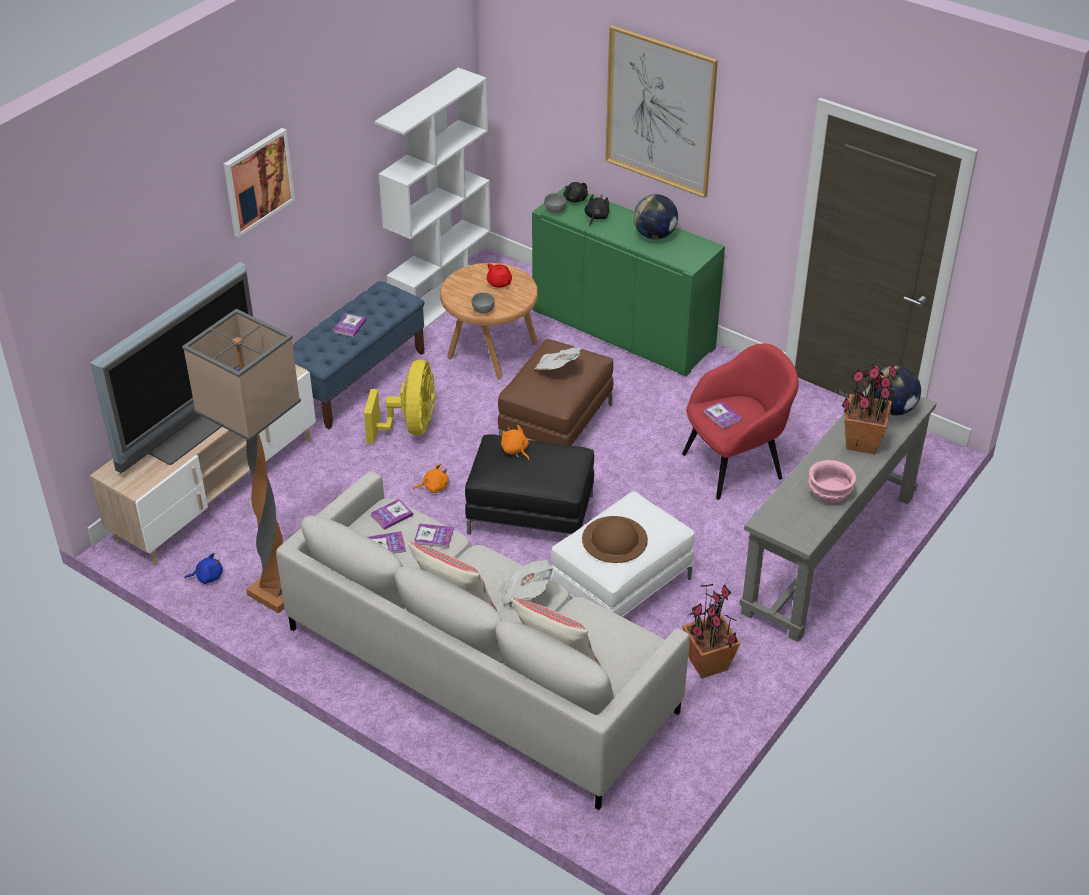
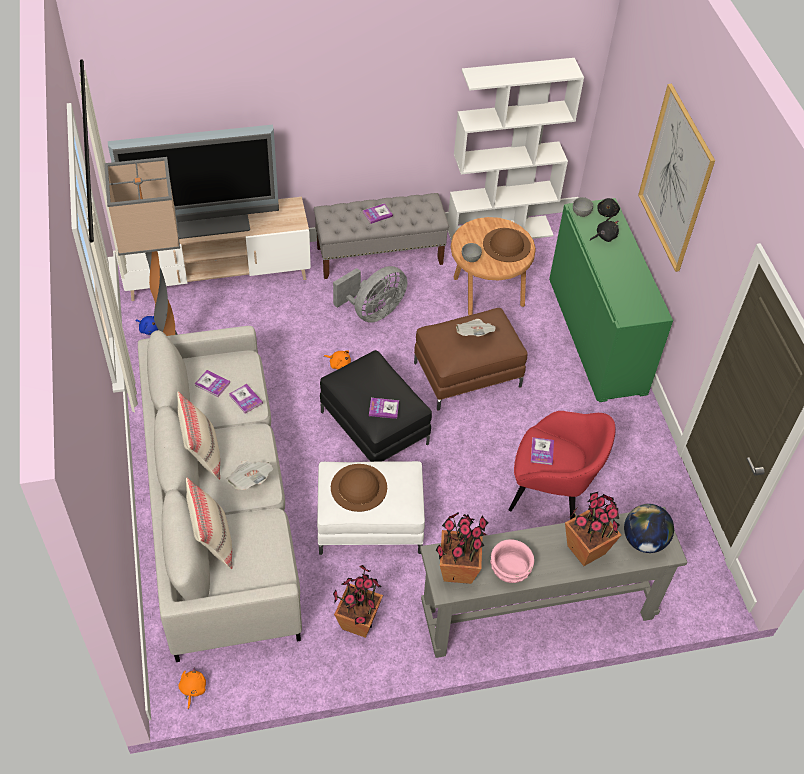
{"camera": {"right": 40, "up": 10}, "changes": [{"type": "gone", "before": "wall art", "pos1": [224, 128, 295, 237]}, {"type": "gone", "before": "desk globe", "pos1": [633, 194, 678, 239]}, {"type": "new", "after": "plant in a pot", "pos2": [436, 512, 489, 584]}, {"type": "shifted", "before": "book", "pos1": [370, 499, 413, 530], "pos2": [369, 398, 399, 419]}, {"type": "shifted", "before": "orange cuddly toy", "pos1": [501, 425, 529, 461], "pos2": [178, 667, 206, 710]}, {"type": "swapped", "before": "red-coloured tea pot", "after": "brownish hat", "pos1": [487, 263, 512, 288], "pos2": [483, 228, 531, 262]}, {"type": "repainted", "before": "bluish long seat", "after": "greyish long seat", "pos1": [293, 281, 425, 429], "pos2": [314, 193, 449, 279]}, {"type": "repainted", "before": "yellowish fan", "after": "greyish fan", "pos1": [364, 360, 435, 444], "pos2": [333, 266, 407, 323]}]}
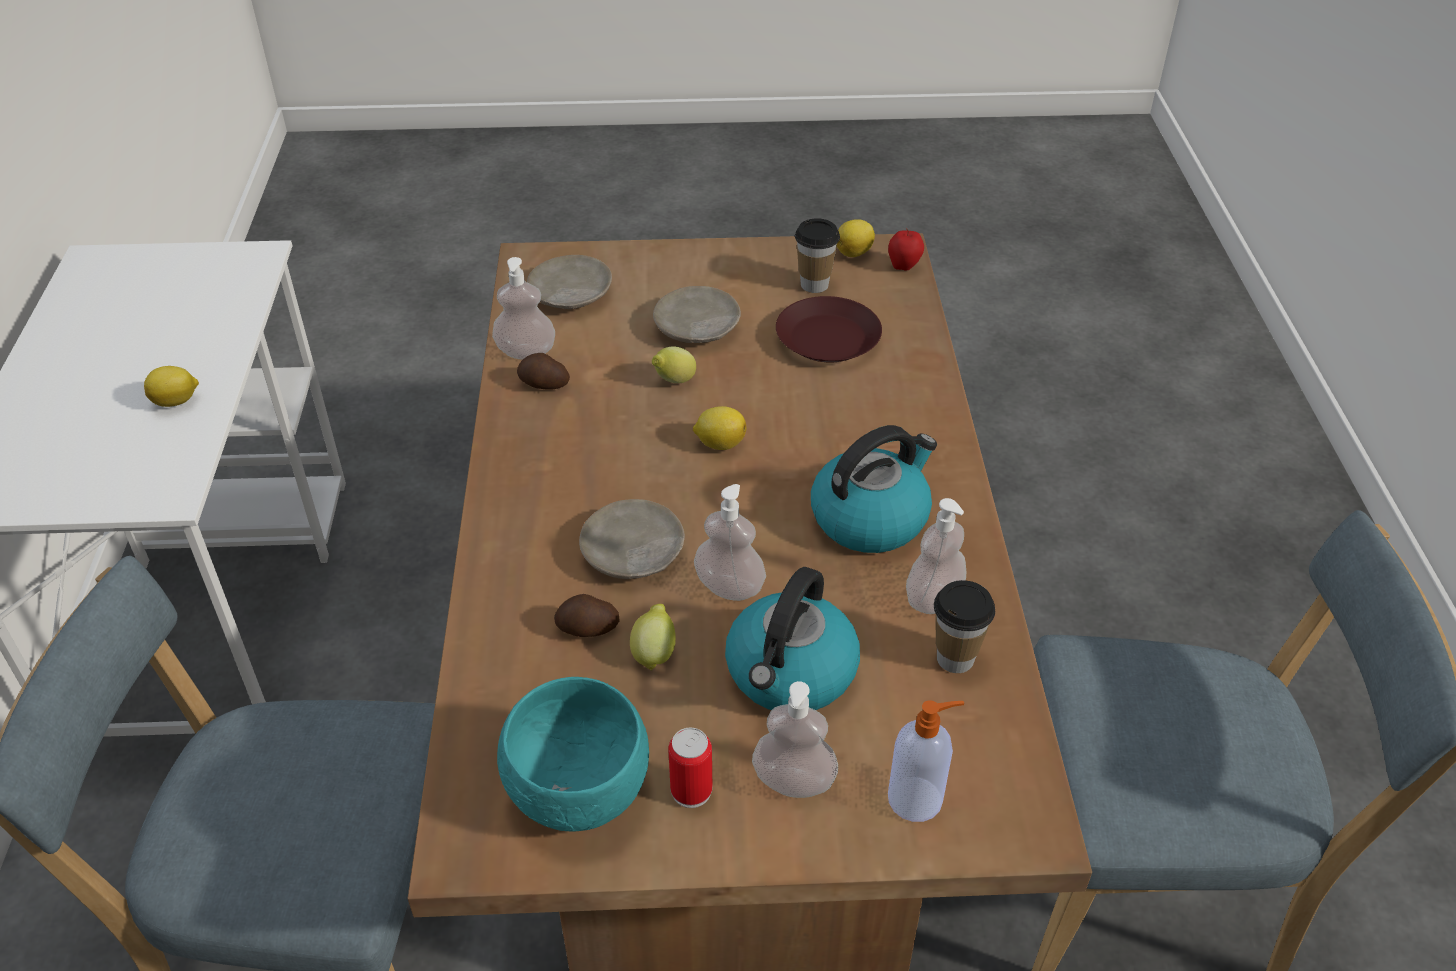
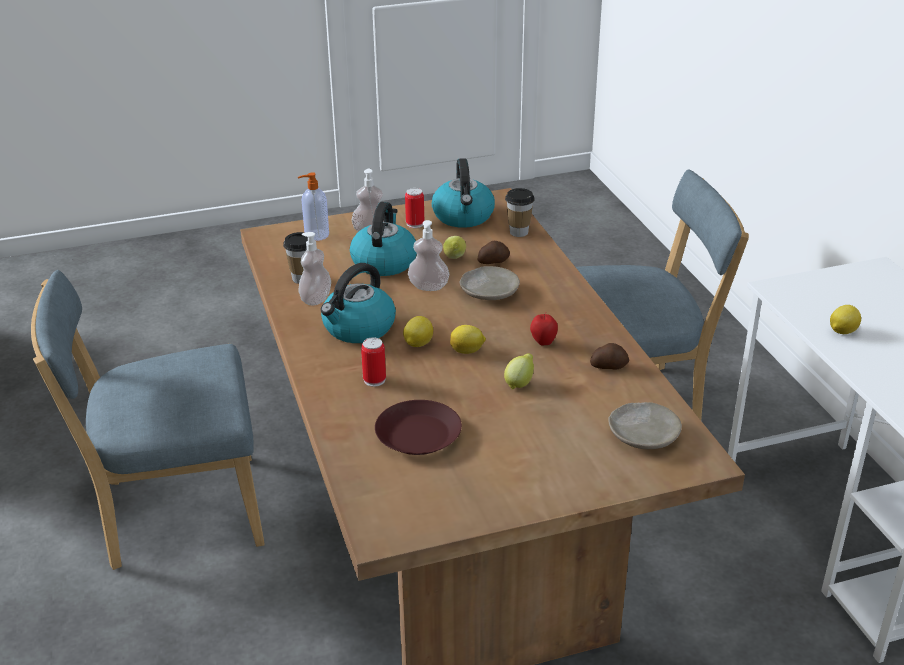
{"camera": {"right": 165, "up": -10}, "changes": [{"type": "gone", "before": "soap dispenser", "pos1": [492, 257, 555, 360]}, {"type": "gone", "before": "sand-coloured flat dish", "pos1": [653, 286, 741, 343]}, {"type": "new", "after": "sealed can", "pos2": [361, 337, 386, 387]}, {"type": "shifted", "before": "small cup", "pos1": [795, 218, 840, 293], "pos2": [505, 188, 535, 237]}, {"type": "shifted", "before": "lemon", "pos1": [837, 219, 875, 257], "pos2": [403, 316, 433, 347]}, {"type": "shifted", "before": "apple", "pos1": [888, 228, 924, 271], "pos2": [530, 312, 558, 345]}, {"type": "swapped", "before": "turquoise-coloured deep dish", "after": "water kettle", "pos1": [497, 677, 649, 831], "pos2": [432, 158, 495, 228]}]}
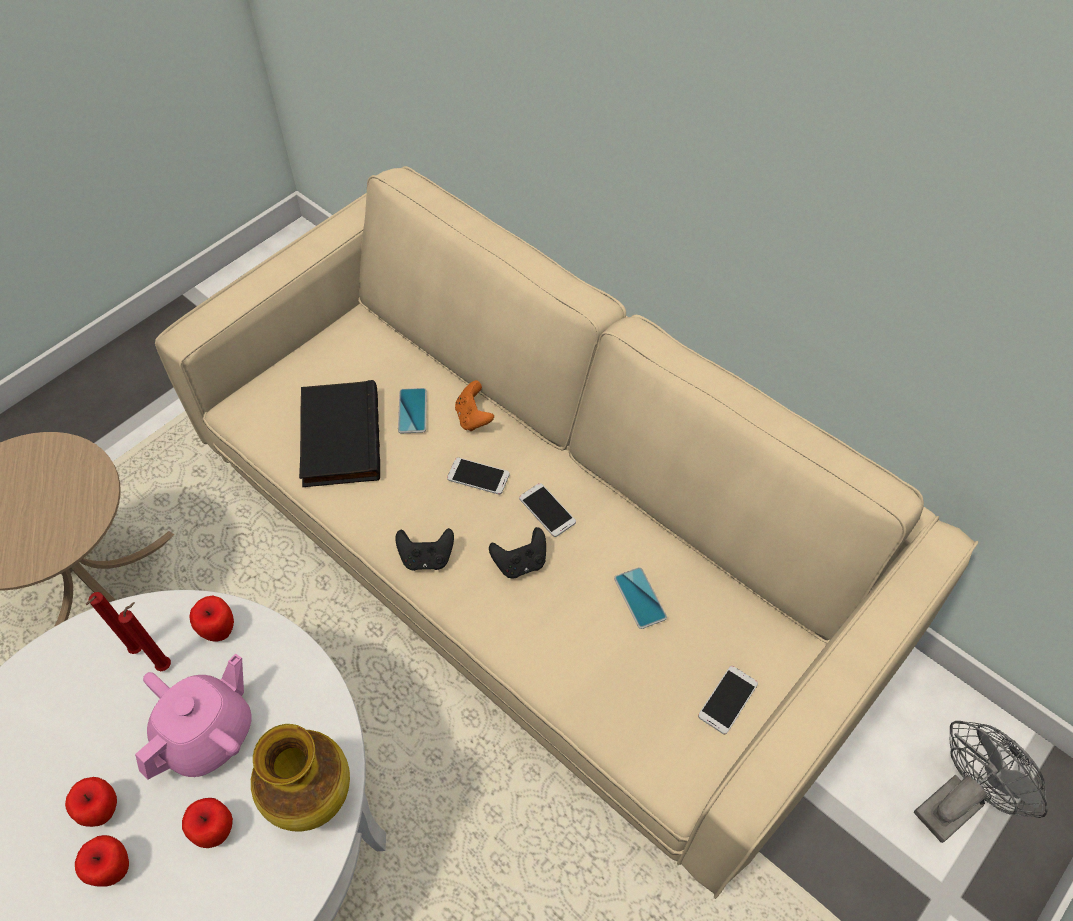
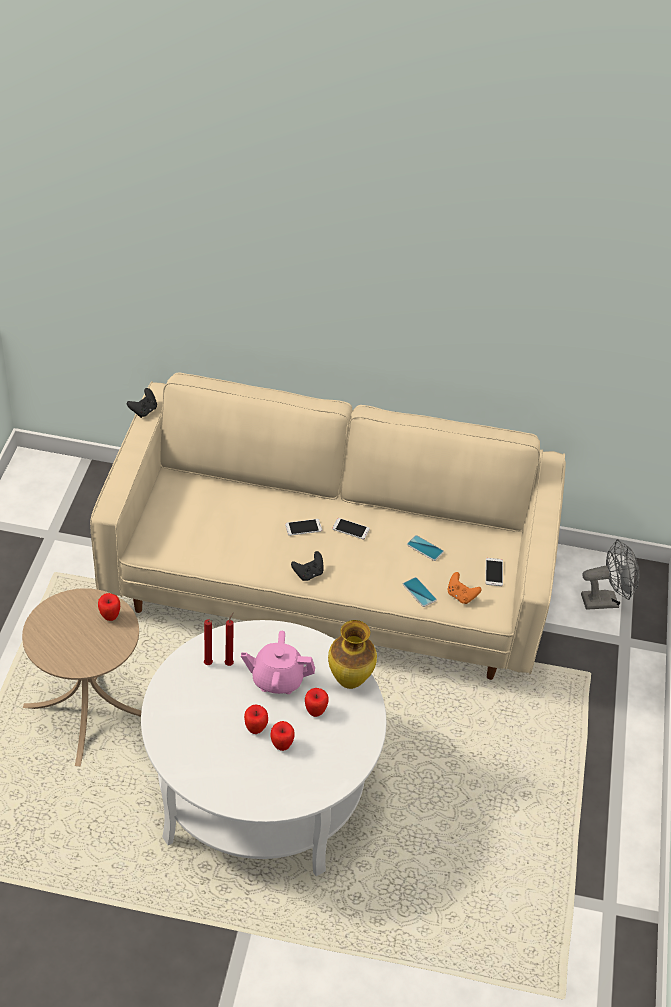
{"camera": {"right": -35, "up": -10}, "changes": [{"type": "gone", "before": "black-coloured book", "pos1": [299, 380, 380, 487]}, {"type": "shifted", "before": "apple", "pos1": [189, 595, 234, 642], "pos2": [98, 593, 120, 621]}, {"type": "shifted", "before": "handset", "pos1": [398, 388, 427, 433], "pos2": [403, 577, 437, 607]}, {"type": "shifted", "before": "orange joypad", "pos1": [455, 380, 494, 431], "pos2": [448, 572, 481, 604]}, {"type": "shifted", "before": "black-coloured joypad", "pos1": [489, 527, 546, 578], "pos2": [127, 388, 157, 418]}, {"type": "rotated", "before": "pink-coloured tea pot", "pos1": [135, 654, 251, 779], "pos2": [241, 631, 315, 694], "turn": -90}, {"type": "rotated", "before": "greyish fan", "pos1": [914, 721, 1048, 843], "pos2": [581, 539, 639, 610], "turn": 60}]}
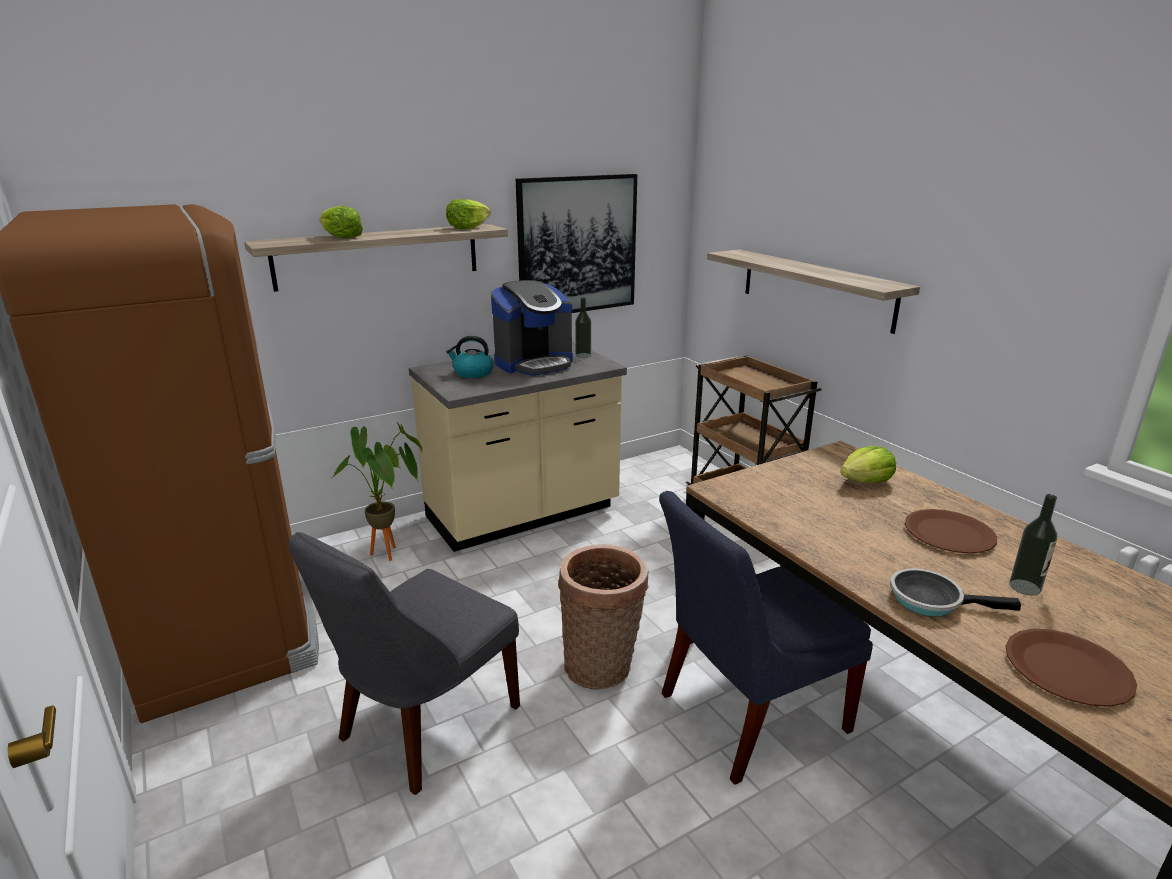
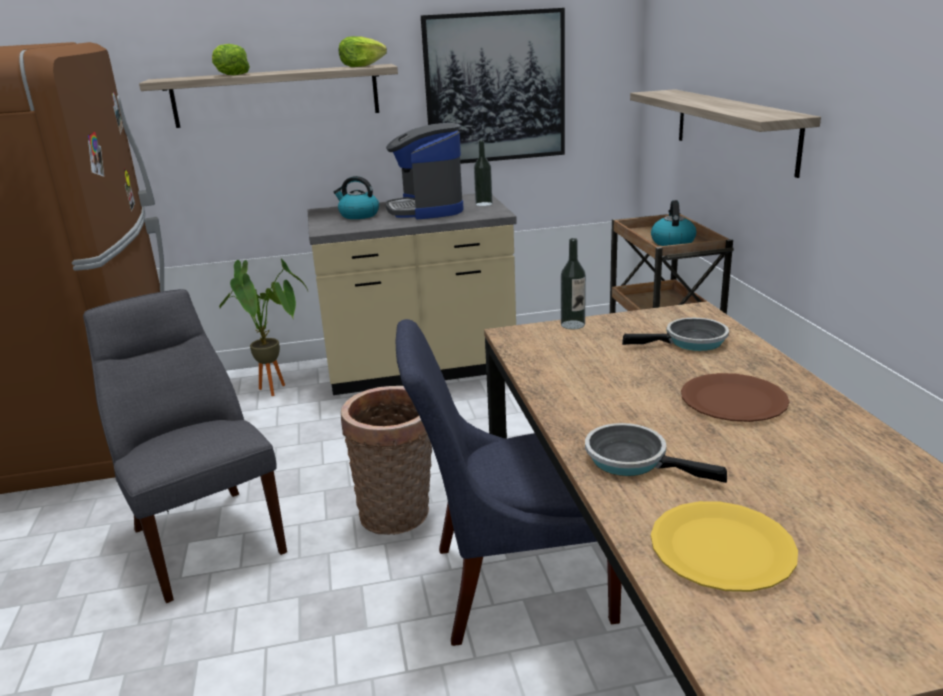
{"camera": {"right": 20, "up": 0}, "changes": [{"type": "new", "after": "water kettle", "pos2": [651, 200, 696, 246]}, {"type": "shifted", "before": "drink bottle", "pos1": [1009, 494, 1057, 596], "pos2": [561, 238, 586, 329]}, {"type": "swapped", "before": "lettuce", "after": "frying pan", "pos1": [840, 446, 896, 483], "pos2": [622, 318, 729, 351]}, {"type": "repainted", "before": "brownish flat dish", "after": "yellowish flat dish", "pos1": [1005, 629, 1137, 707], "pos2": [651, 501, 798, 592]}, {"type": "rotated", "before": "greyish plain chair", "pos1": [289, 532, 520, 795], "pos2": [83, 289, 287, 603], "turn": 90}, {"type": "rotated", "before": "coffee brewer", "pos1": [491, 280, 573, 376], "pos2": [386, 123, 464, 219], "turn": 90}]}
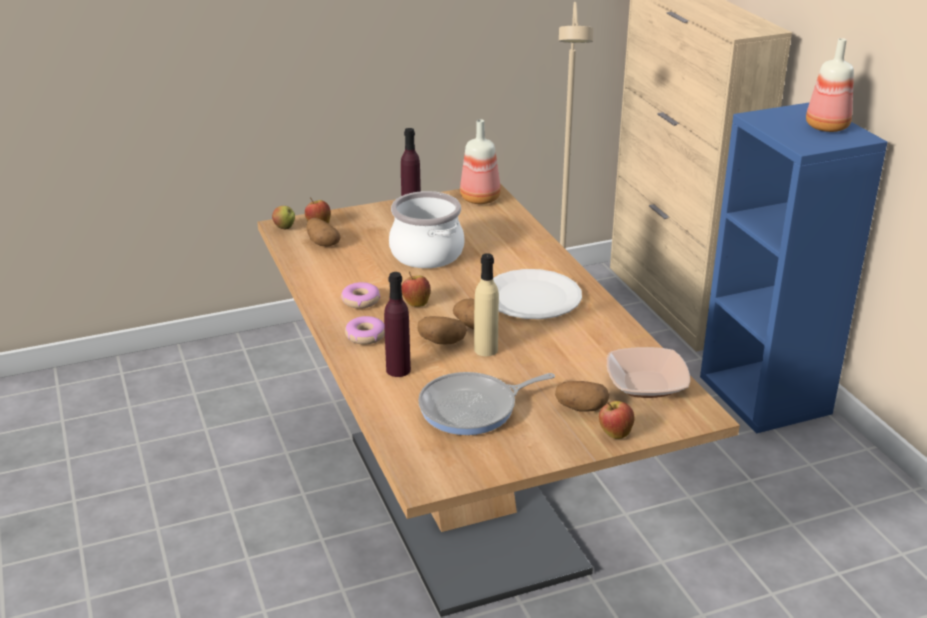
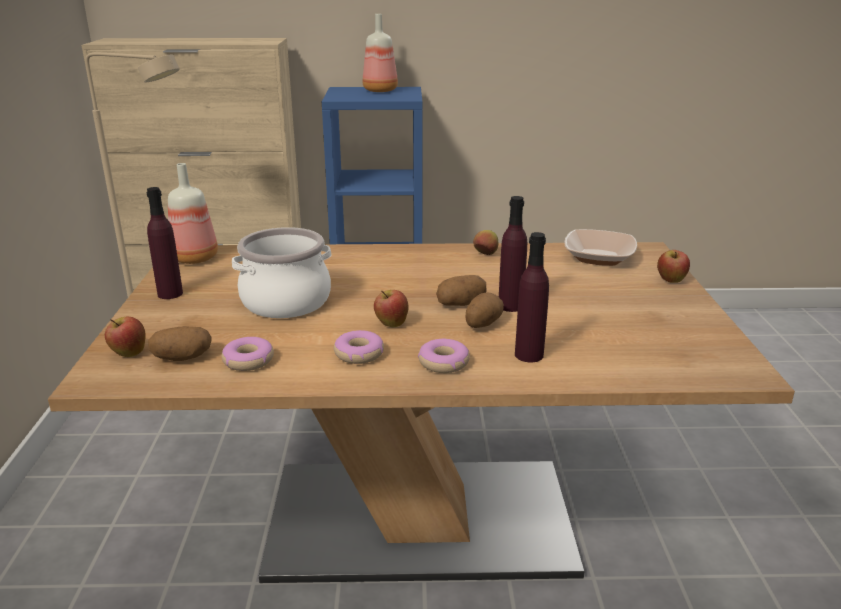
{"camera": {"right": -70, "up": -5}, "changes": [{"type": "gone", "before": "frying pan", "pos1": [418, 372, 555, 435]}, {"type": "gone", "before": "white flat dish", "pos1": [493, 269, 582, 319]}, {"type": "gone", "before": "spud", "pos1": [555, 381, 609, 411]}, {"type": "new", "after": "donut", "pos2": [221, 337, 274, 371]}, {"type": "shifted", "before": "apple", "pos1": [272, 206, 295, 230], "pos2": [473, 230, 498, 255]}, {"type": "repainted", "before": "sand-coloured drink bottle", "after": "purple-coloured drink bottle", "pos1": [474, 253, 499, 356], "pos2": [499, 196, 527, 312]}]}
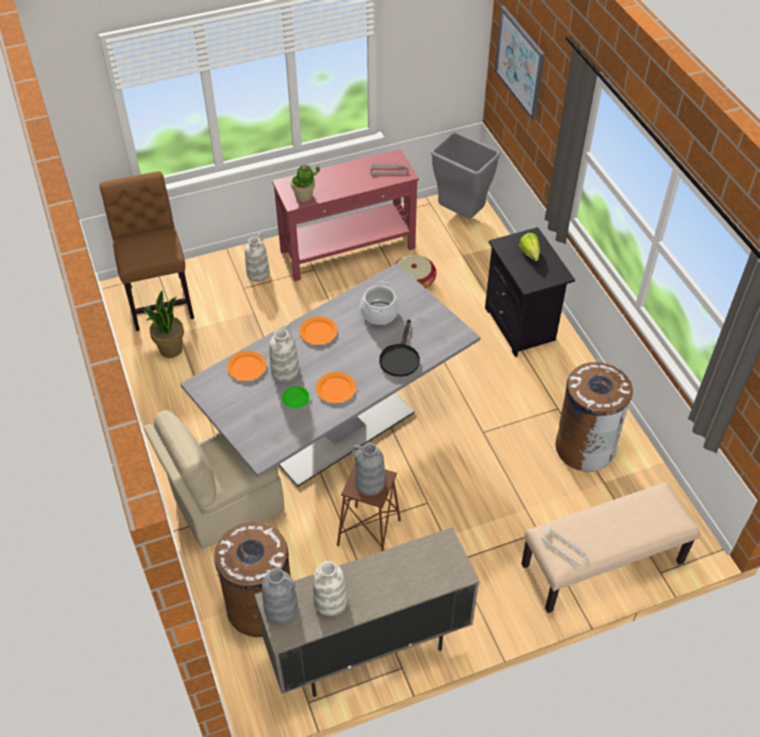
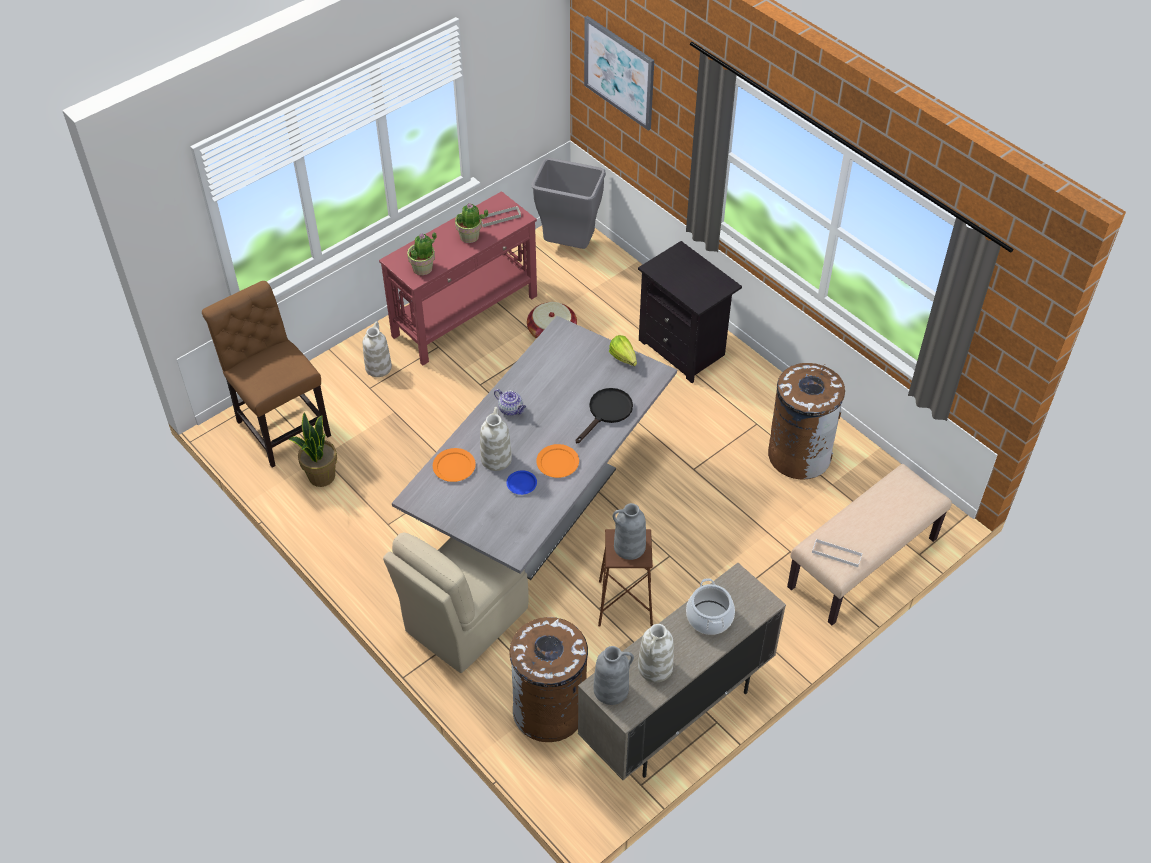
{"camera": {"right": -20, "up": 0}, "changes": [{"type": "new", "after": "plant in a pot", "pos2": [455, 203, 488, 243]}, {"type": "shifted", "before": "stockpot", "pos1": [360, 281, 399, 325], "pos2": [686, 578, 735, 635]}, {"type": "shifted", "before": "lettuce", "pos1": [519, 233, 540, 261], "pos2": [609, 335, 637, 366]}, {"type": "swapped", "before": "orange flat dish", "after": "tea pot", "pos1": [300, 317, 337, 345], "pos2": [494, 389, 526, 416]}, {"type": "repainted", "before": "greenish flat dish", "after": "bluish flat dish", "pos1": [282, 386, 310, 409], "pos2": [507, 470, 537, 495]}, {"type": "rotated", "before": "black-coloured frying pan", "pos1": [379, 319, 420, 377], "pos2": [576, 388, 633, 443], "turn": -135}]}
